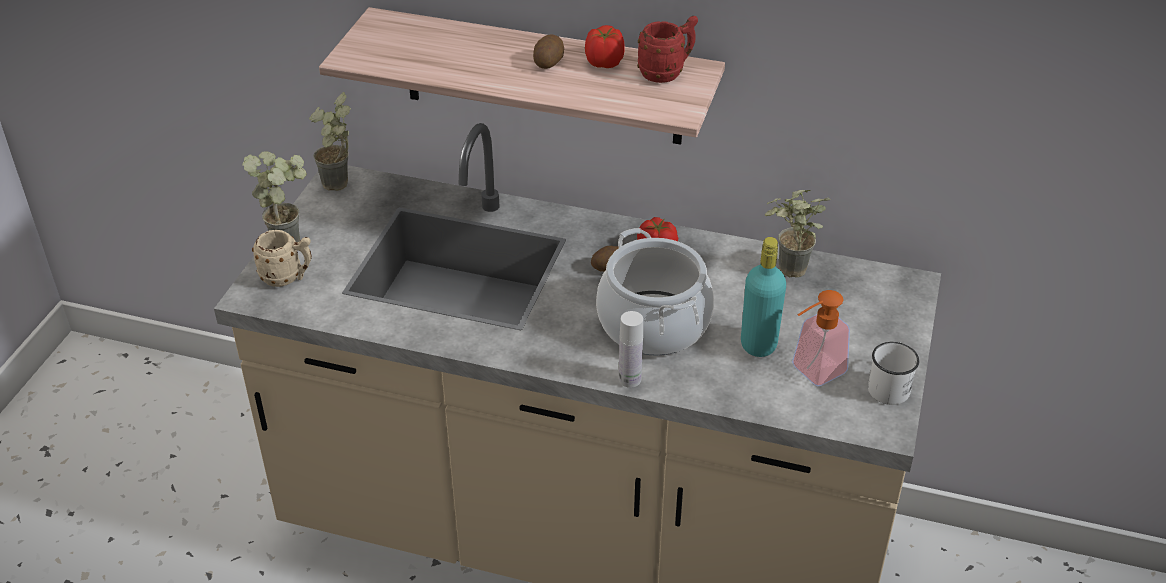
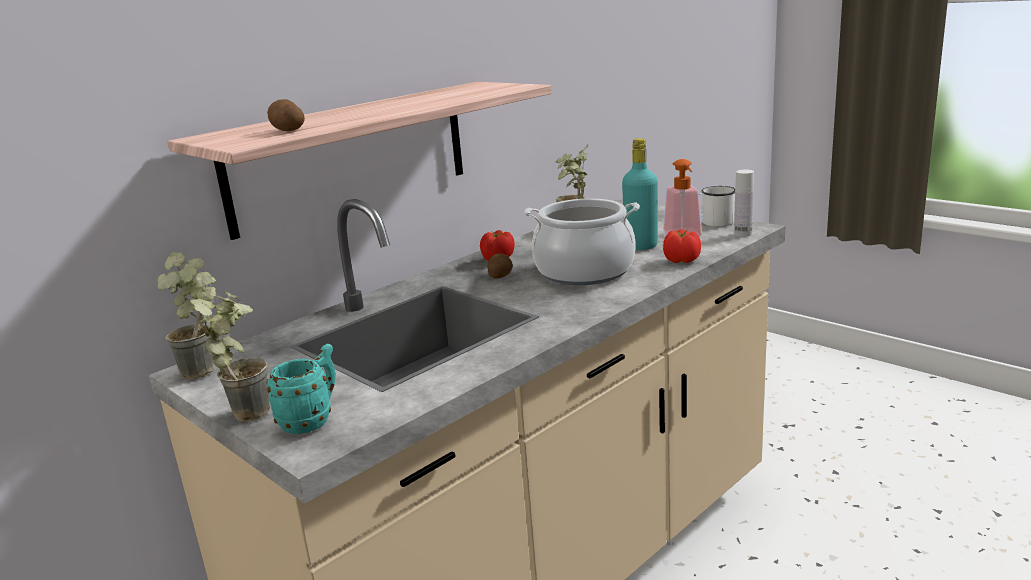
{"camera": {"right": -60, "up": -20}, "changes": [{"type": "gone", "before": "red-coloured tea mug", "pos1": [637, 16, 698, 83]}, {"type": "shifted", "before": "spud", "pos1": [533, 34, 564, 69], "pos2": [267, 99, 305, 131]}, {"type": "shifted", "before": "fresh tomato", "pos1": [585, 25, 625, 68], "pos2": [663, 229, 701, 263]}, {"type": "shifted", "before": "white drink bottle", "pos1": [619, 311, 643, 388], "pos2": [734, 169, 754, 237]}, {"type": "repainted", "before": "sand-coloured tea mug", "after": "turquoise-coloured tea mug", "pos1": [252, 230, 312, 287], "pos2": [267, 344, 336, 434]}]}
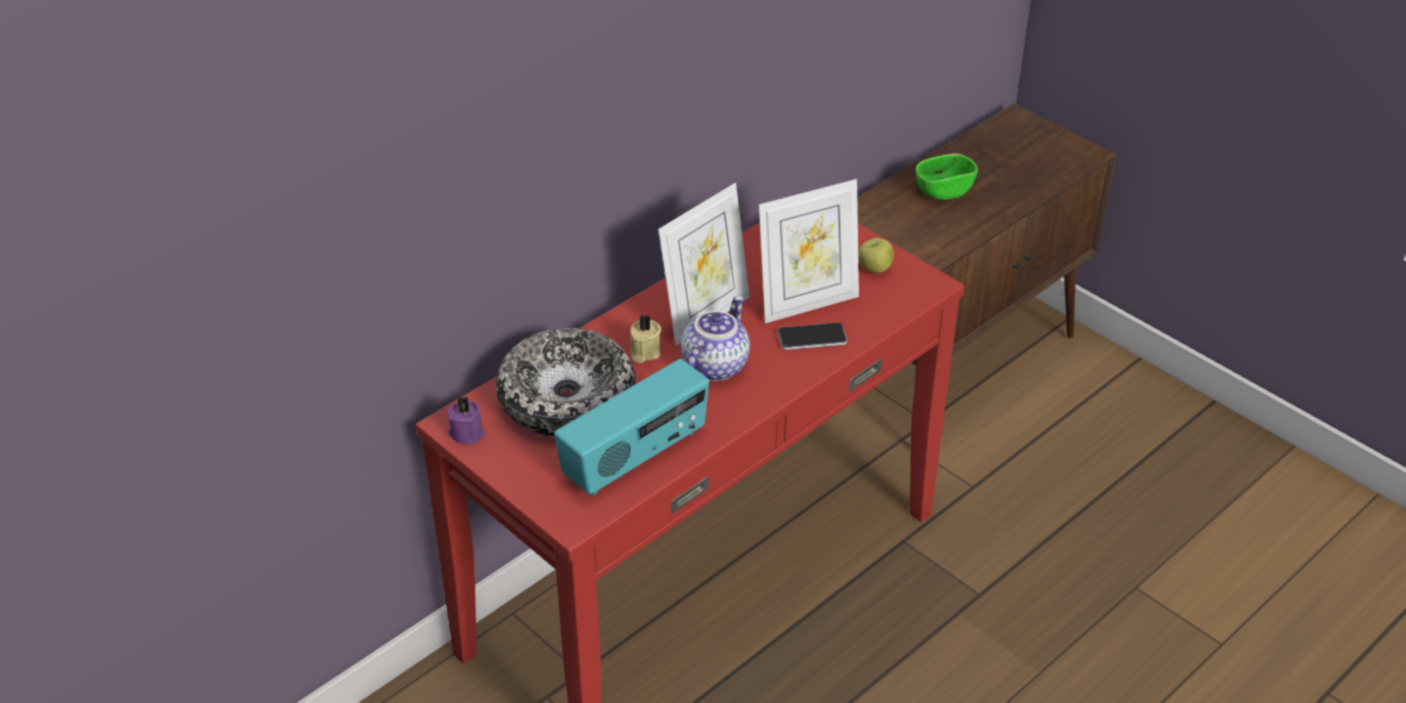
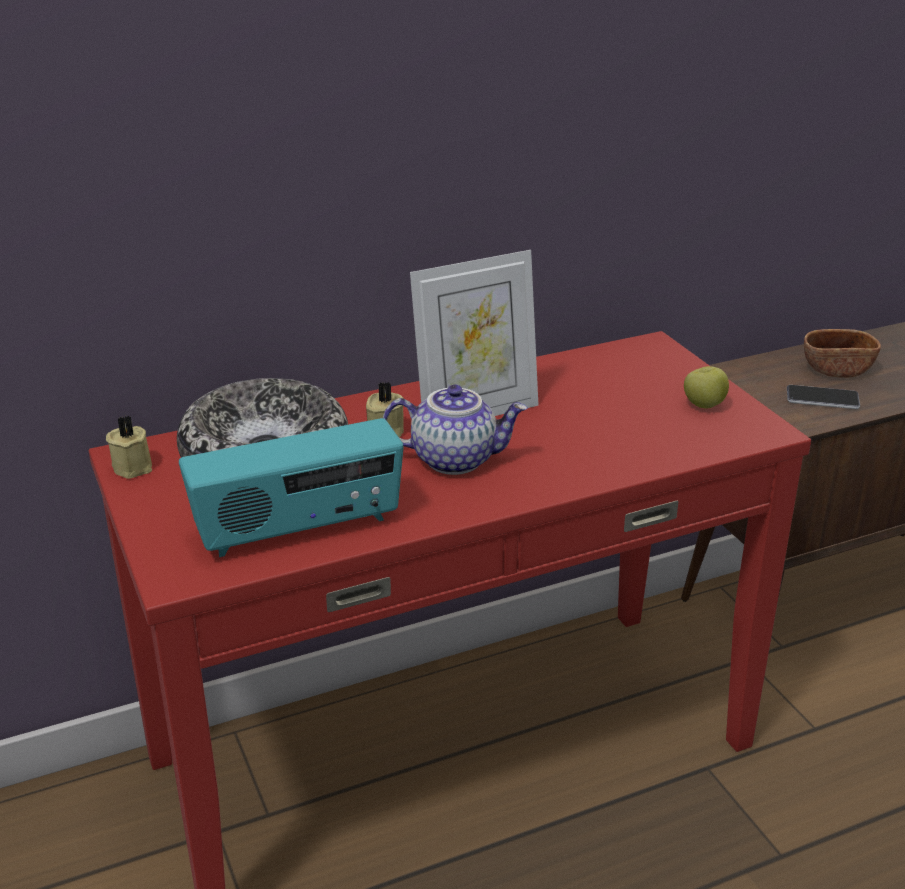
{"camera": {"right": 20, "up": -10}, "changes": [{"type": "gone", "before": "photo frame", "pos1": [759, 179, 859, 323]}, {"type": "shifted", "before": "handset", "pos1": [778, 322, 847, 350], "pos2": [787, 385, 860, 409]}, {"type": "repainted", "before": "purple-coloured candle", "after": "sand-coloured candle", "pos1": [447, 396, 485, 445], "pos2": [106, 416, 152, 479]}, {"type": "repainted", "before": "greenish deep dish", "after": "brownish deep dish", "pos1": [916, 153, 978, 200], "pos2": [804, 329, 881, 378]}, {"type": "rotated", "before": "tea pot", "pos1": [681, 296, 750, 381], "pos2": [383, 385, 528, 475], "turn": 45}]}
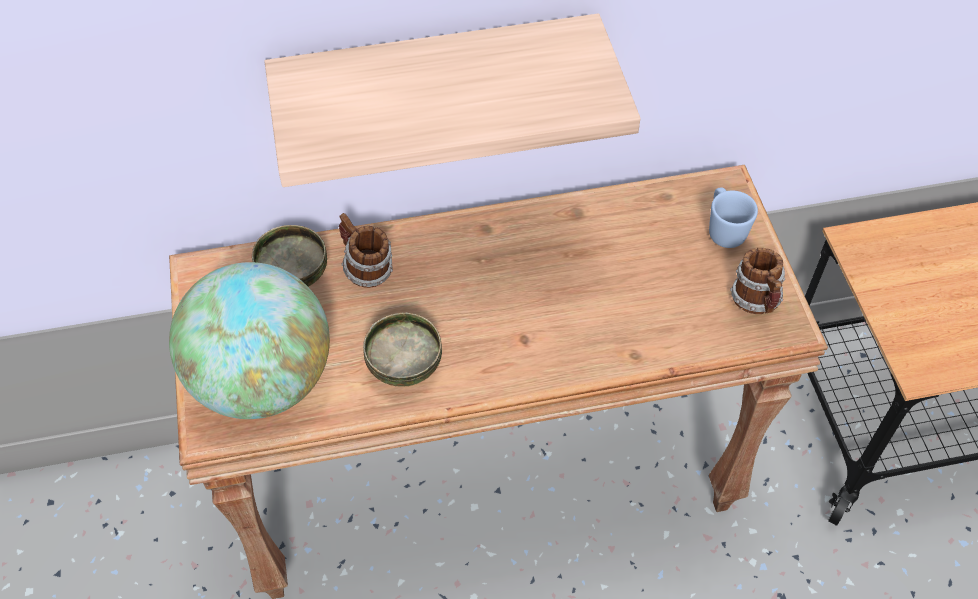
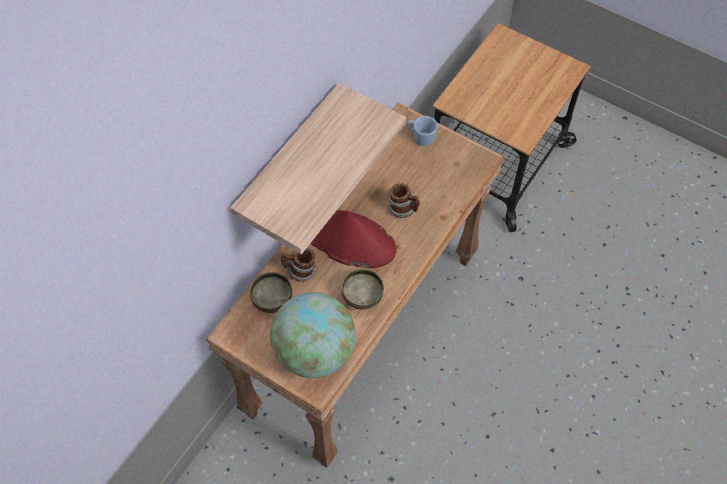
{"camera": {"right": -45, "up": 5}, "changes": [{"type": "new", "after": "red-coloured hat", "pos2": [311, 210, 397, 269]}, {"type": "shifted", "before": "tea mug", "pos1": [730, 248, 785, 314], "pos2": [388, 183, 420, 218]}]}
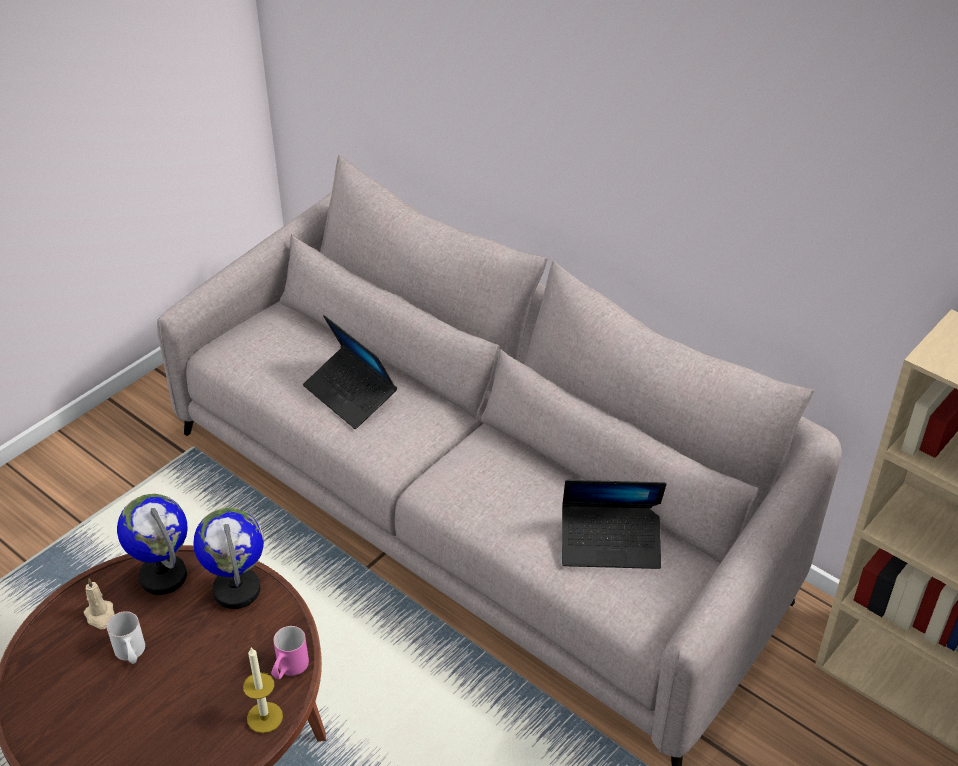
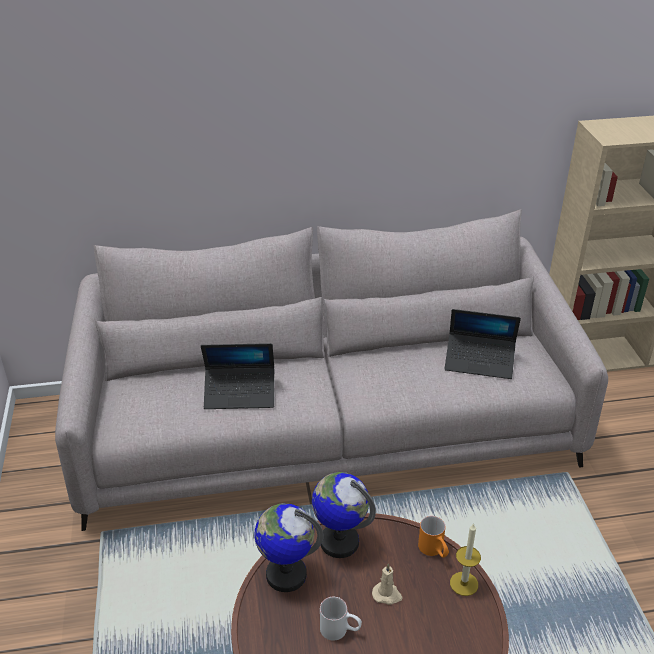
{"camera": {"right": -50, "up": -5}, "changes": [{"type": "shifted", "before": "sand-coloured candle", "pos1": [84, 578, 115, 629], "pos2": [372, 563, 403, 605]}, {"type": "repainted", "before": "pink-coloured tea mug", "after": "orange tea mug", "pos1": [271, 626, 309, 679], "pos2": [418, 516, 449, 558]}, {"type": "rotated", "before": "notebook computer", "pos1": [562, 480, 666, 569], "pos2": [445, 309, 521, 379], "turn": 60}]}
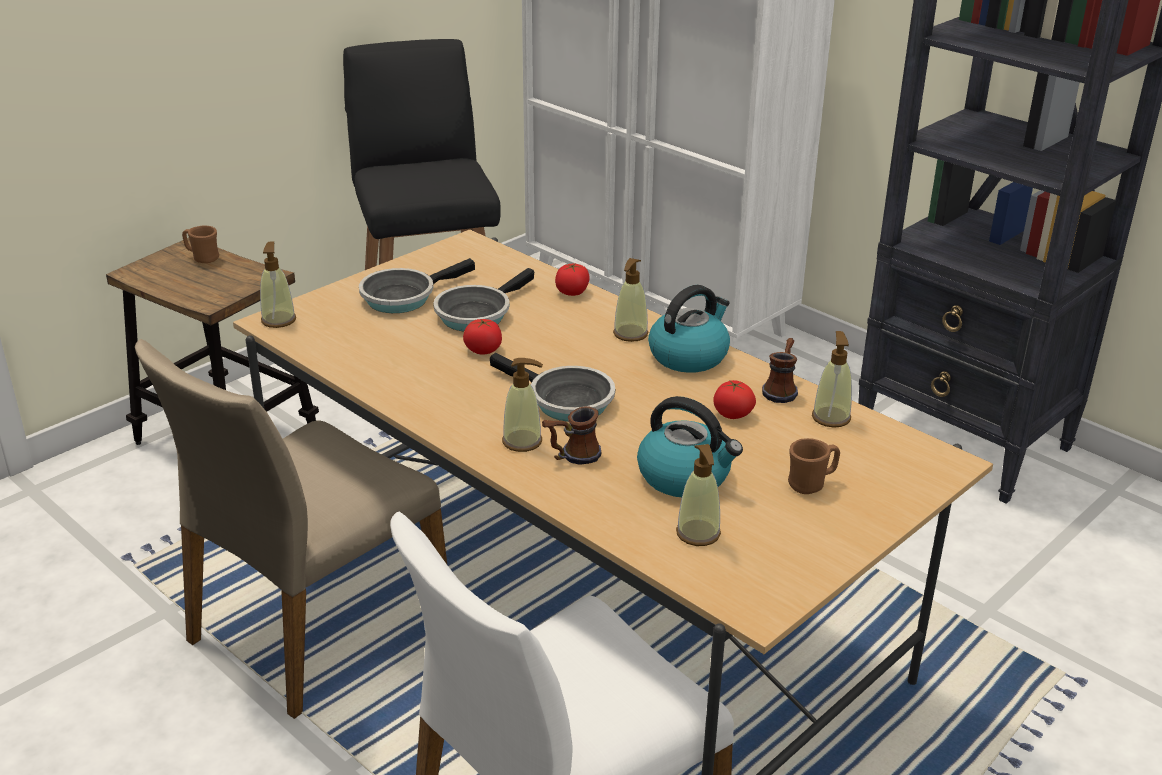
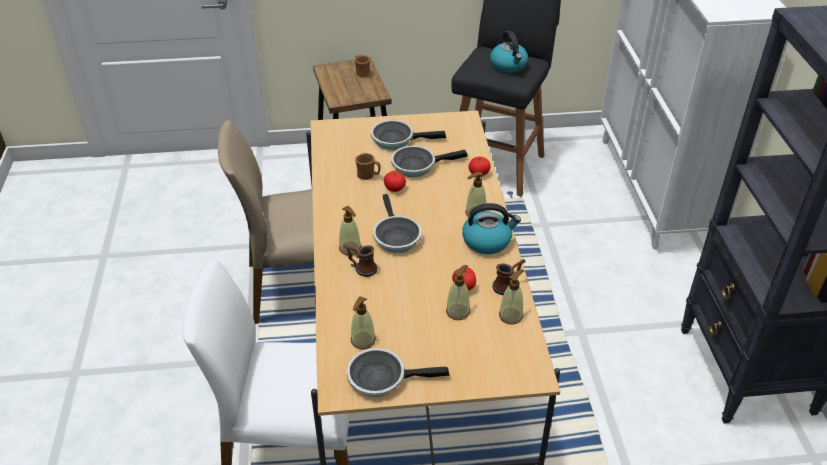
{"camera": {"right": 40, "up": 10}, "changes": [{"type": "new", "after": "frying pan", "pos2": [347, 348, 449, 397]}, {"type": "shifted", "before": "soap dispenser", "pos1": [260, 242, 296, 328], "pos2": [446, 265, 470, 320]}, {"type": "shifted", "before": "water kettle", "pos1": [637, 396, 743, 497], "pos2": [490, 31, 528, 73]}, {"type": "shifted", "before": "brownish tea mug", "pos1": [788, 438, 840, 494], "pos2": [355, 153, 381, 180]}]}
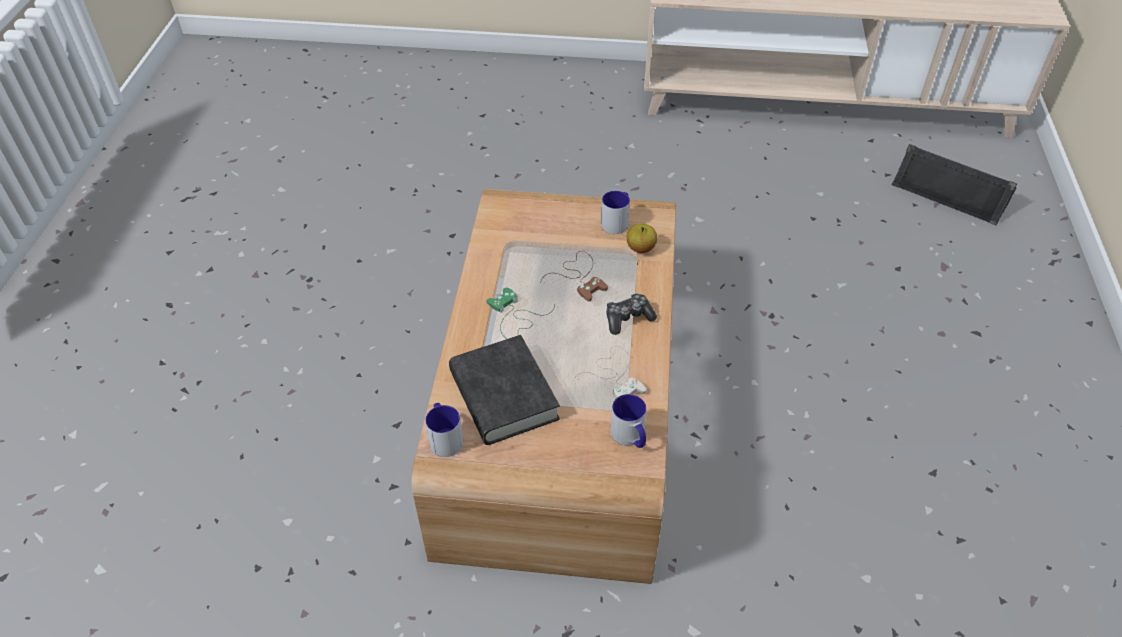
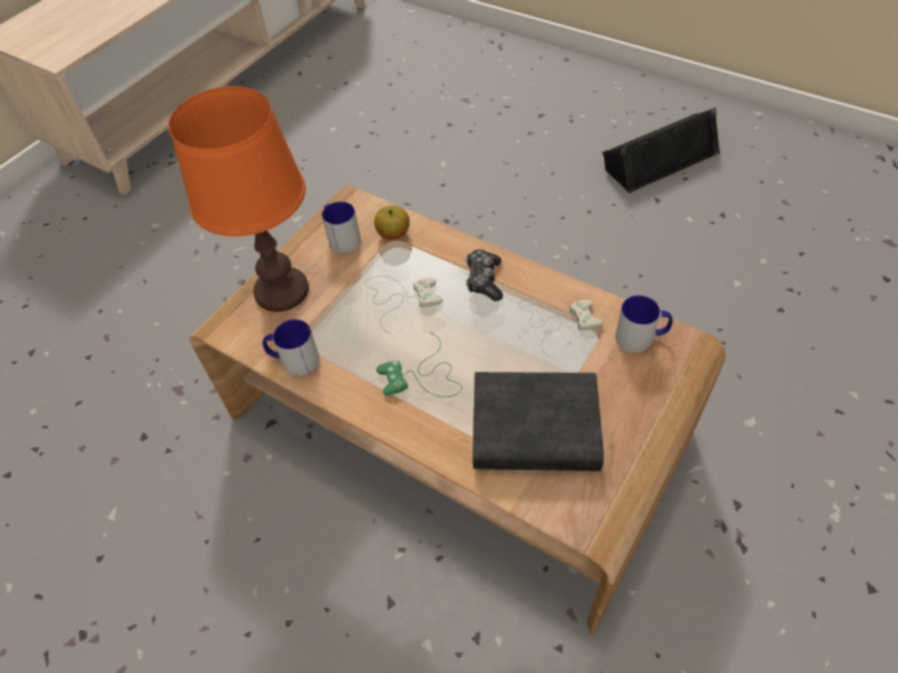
{"camera": {"right": -60, "up": 5}, "changes": [{"type": "new", "after": "orange table lamp", "pos2": [169, 86, 309, 312]}, {"type": "shifted", "before": "tea mug", "pos1": [425, 403, 463, 457], "pos2": [263, 319, 320, 376]}, {"type": "shifted", "before": "black-coloured loudspeaker", "pos1": [892, 144, 1017, 225], "pos2": [603, 108, 720, 193]}, {"type": "repainted", "before": "brownish joypad", "after": "white joypad", "pos1": [541, 251, 608, 301], "pos2": [366, 276, 443, 334]}]}
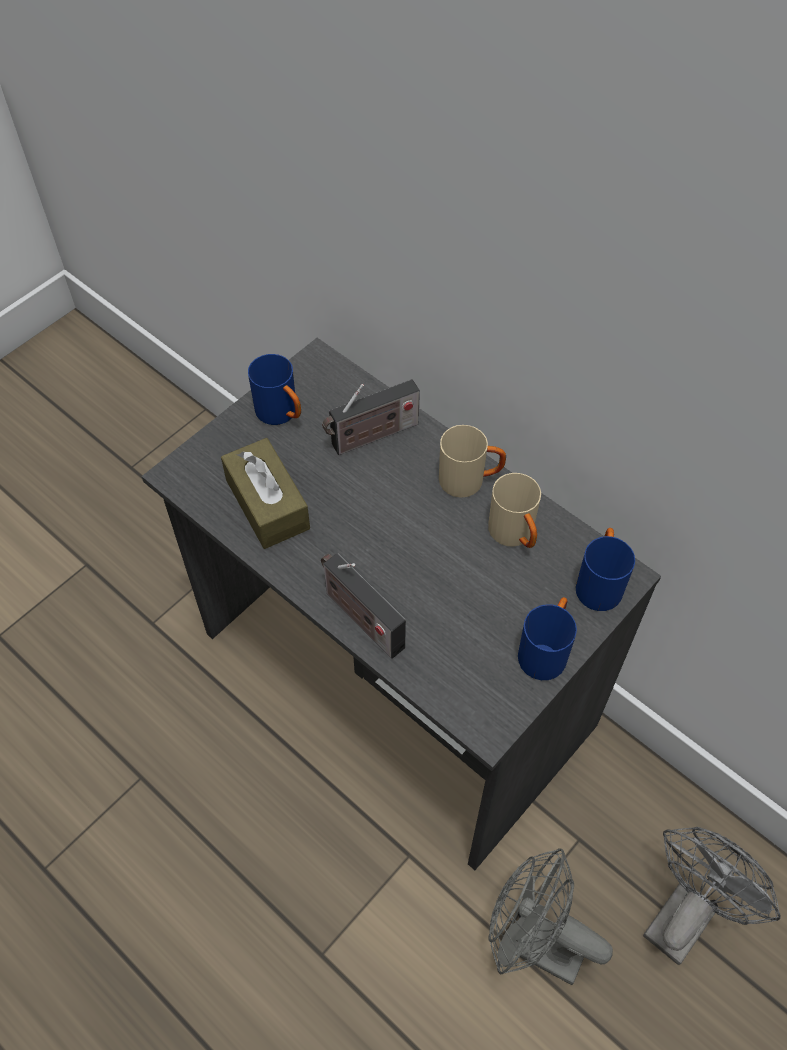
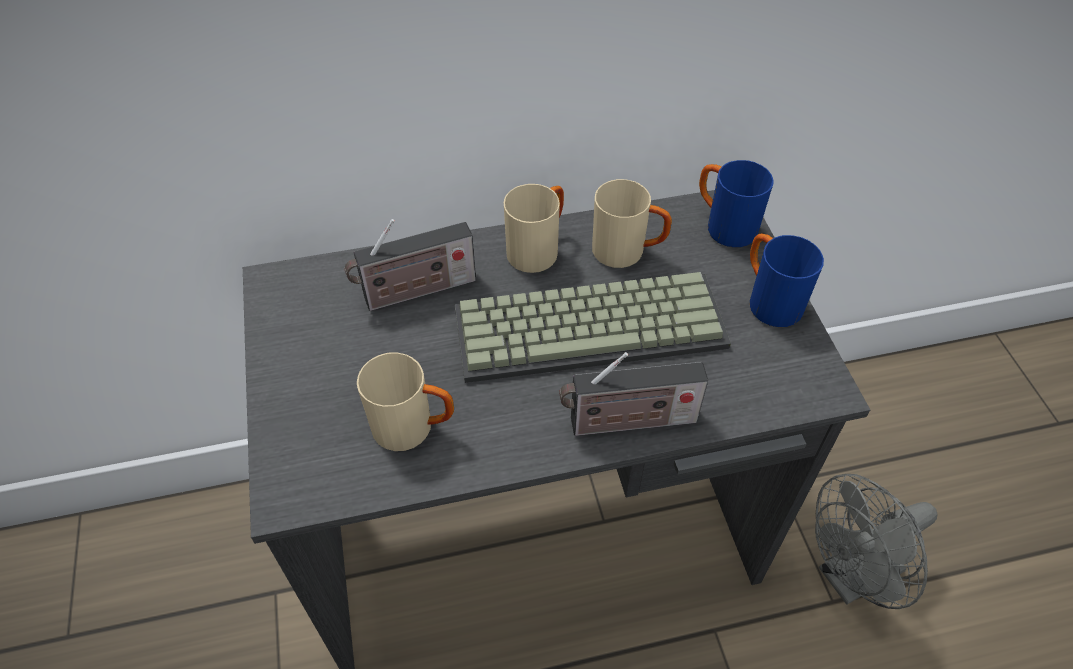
{"camera": {"right": -55, "up": -5}, "changes": [{"type": "gone", "before": "bluish tea mug", "pos1": [248, 354, 301, 425]}, {"type": "gone", "before": "greyish fan", "pos1": [643, 827, 781, 965]}, {"type": "new", "after": "computer keyboard", "pos2": [455, 272, 731, 383]}, {"type": "swapped", "before": "brownish tissue holder", "after": "sand-coloured tea mug", "pos1": [221, 438, 310, 549], "pos2": [357, 352, 454, 451]}, {"type": "rotated", "before": "radio set", "pos1": [322, 379, 420, 455], "pos2": [345, 219, 476, 311], "turn": 60}]}
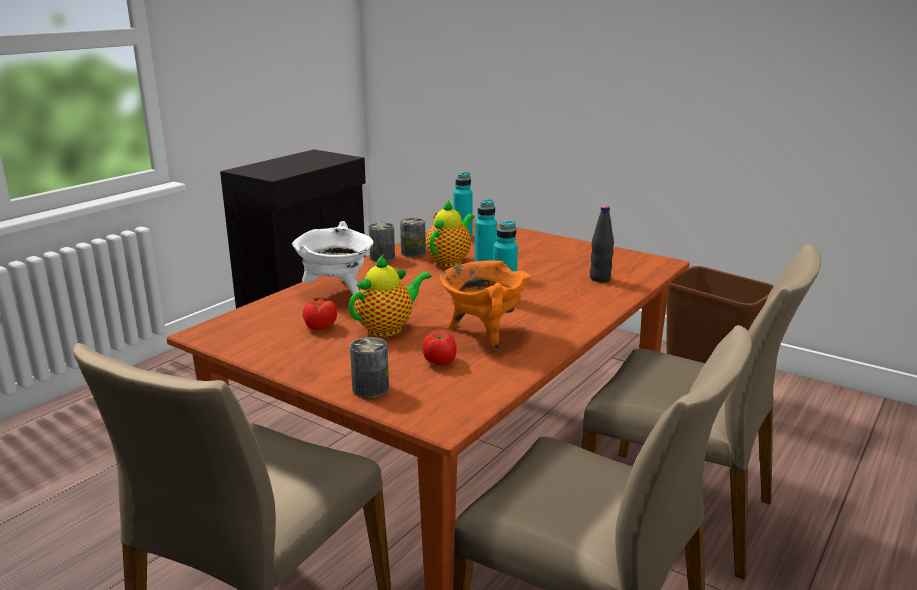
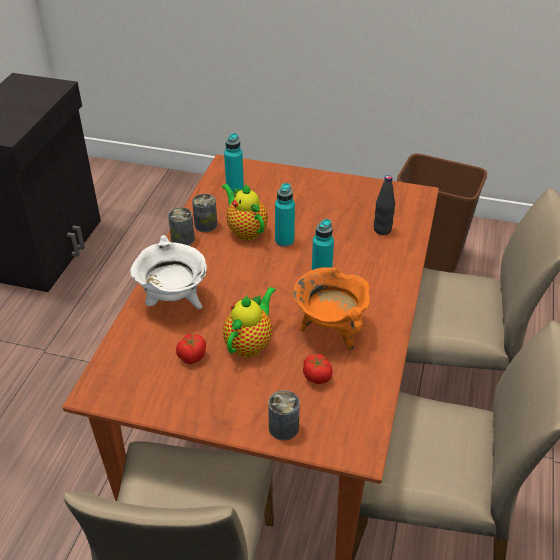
{"camera": {"right": -20, "up": 20}, "changes": [{"type": "rotated", "before": "tea pot", "pos1": [425, 200, 474, 267], "pos2": [221, 183, 268, 240], "turn": -45}]}
